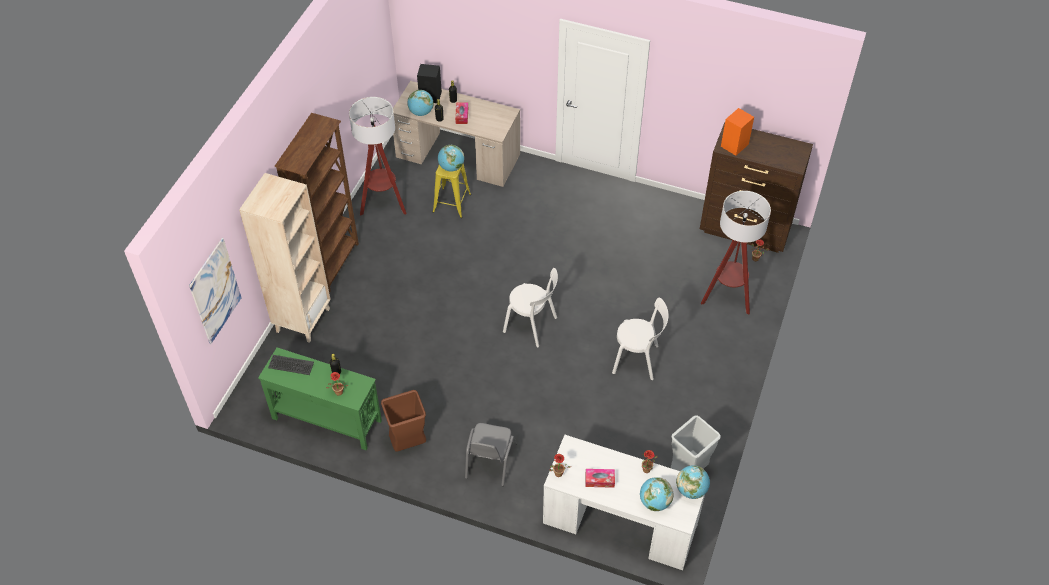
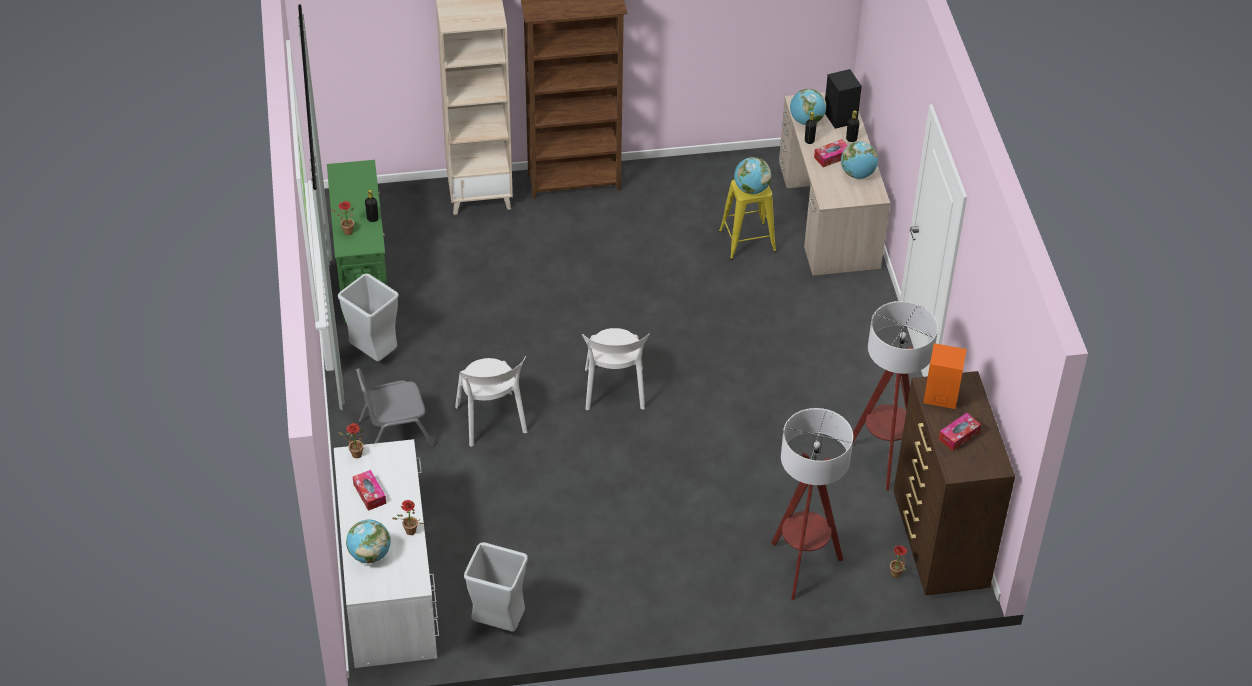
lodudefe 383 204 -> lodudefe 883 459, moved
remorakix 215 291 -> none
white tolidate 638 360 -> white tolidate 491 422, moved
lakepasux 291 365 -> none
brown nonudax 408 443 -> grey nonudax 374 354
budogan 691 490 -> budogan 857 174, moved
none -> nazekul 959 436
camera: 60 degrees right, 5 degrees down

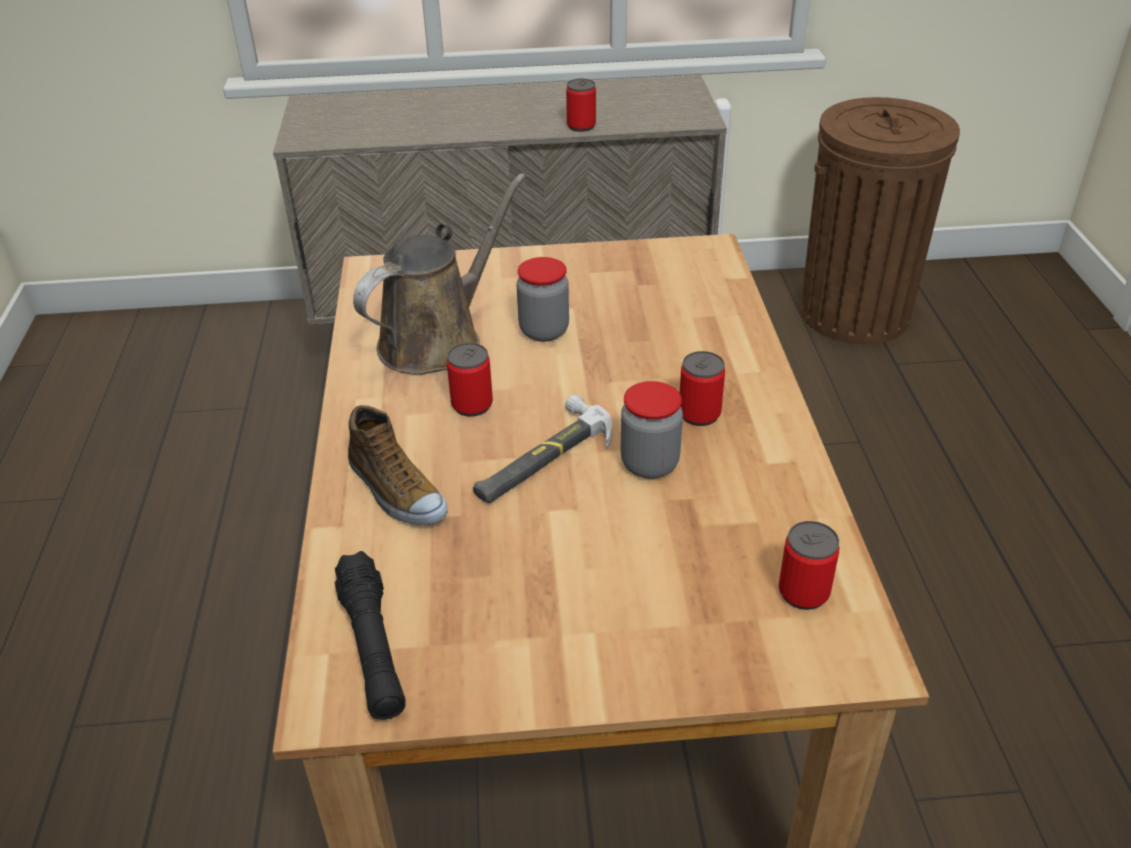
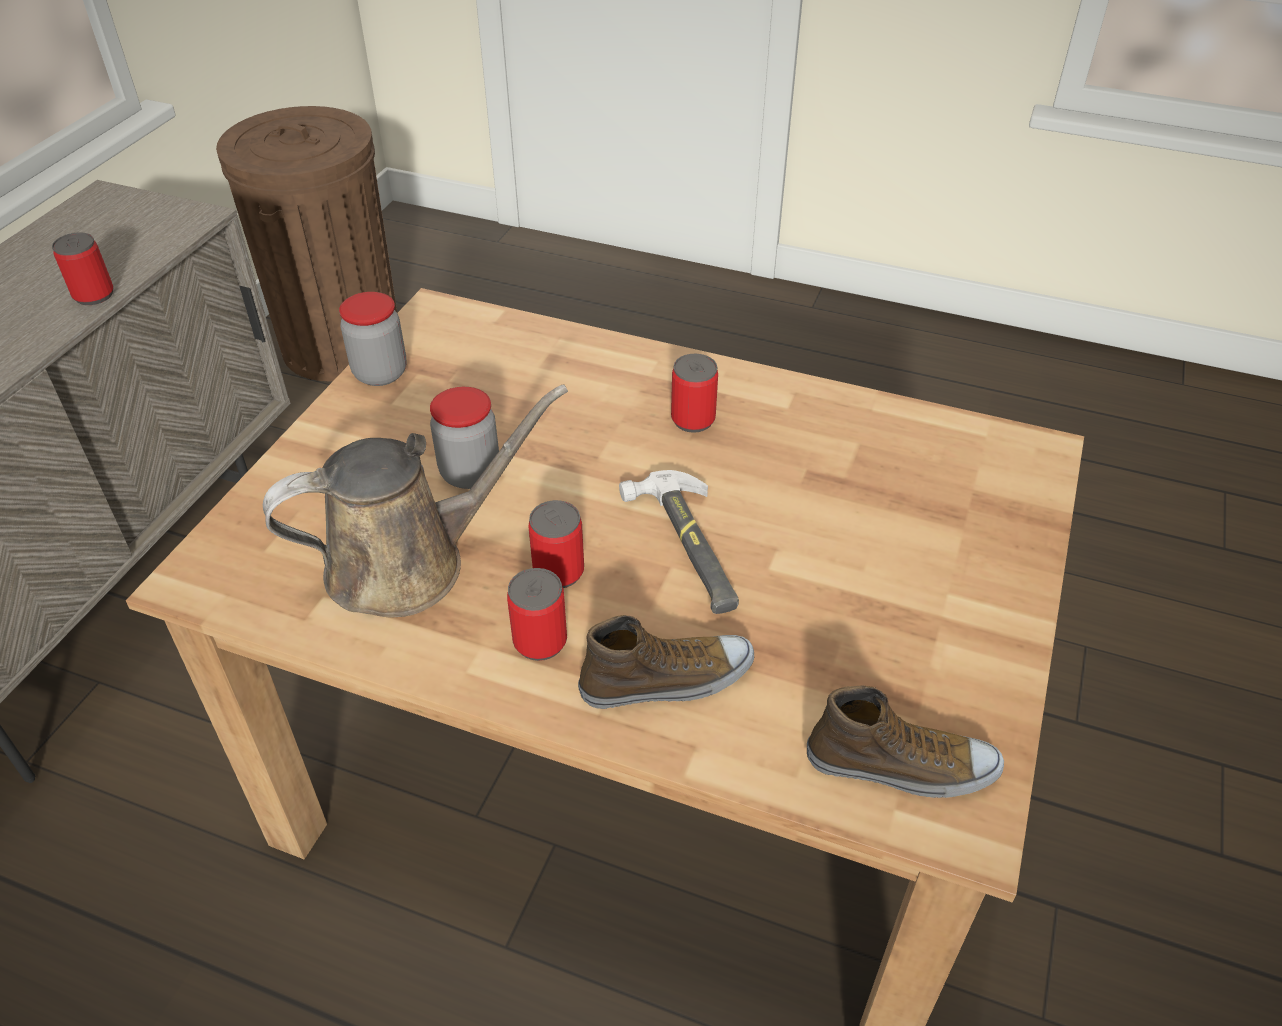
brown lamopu 437 340 -> brown lamopu 409 563, 90 degrees clockwise
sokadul 649 464 -> sokadul 380 373, moved
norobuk 803 592 -> norobuk 540 641, moved
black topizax 372 647 -> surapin 901 766
camera: 65 degrees left, 5 degrees up

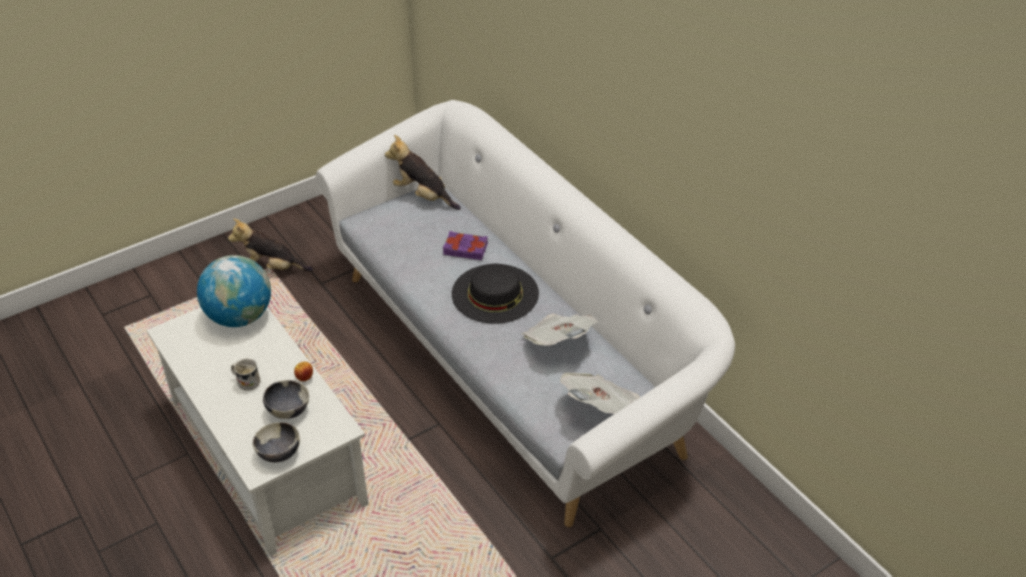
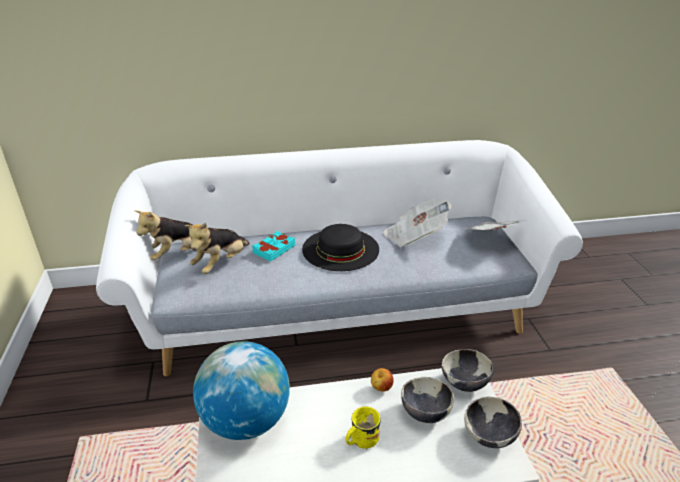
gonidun 272 267 -> gonidun 221 263, moved
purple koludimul 465 248 -> turquoise koludimul 273 249
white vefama 246 381 -> yellow vefama 361 440
none -> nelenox 464 383
camera: 65 degrees left, 10 degrees down

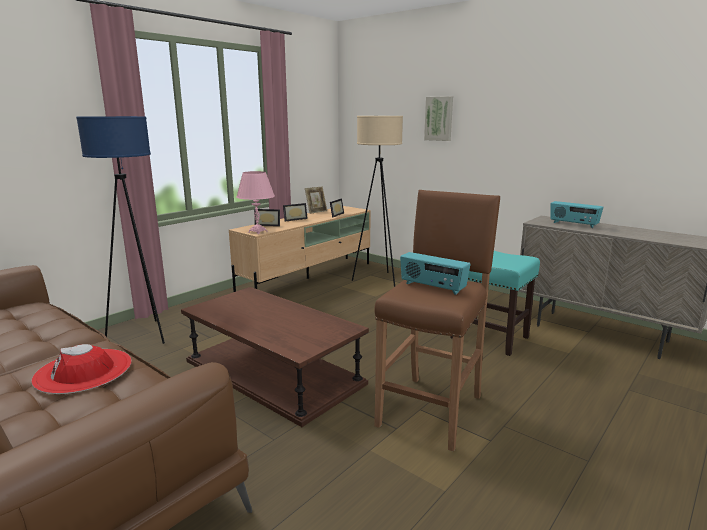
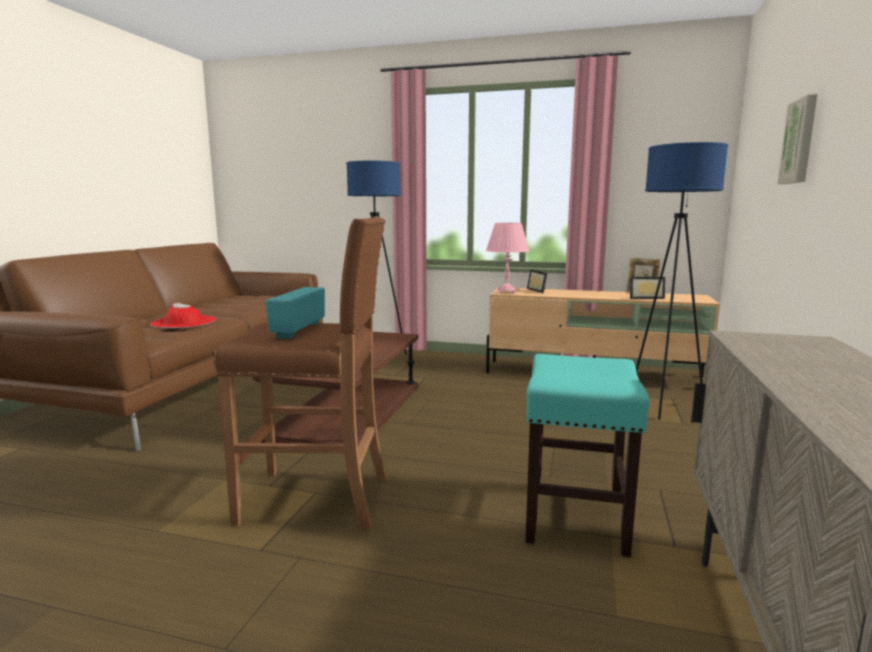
beige lodudefe 377 279 -> blue lodudefe 662 405
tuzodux 573 224 -> none
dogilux 294 219 -> none
camera: 65 degrees right, 5 degrees down

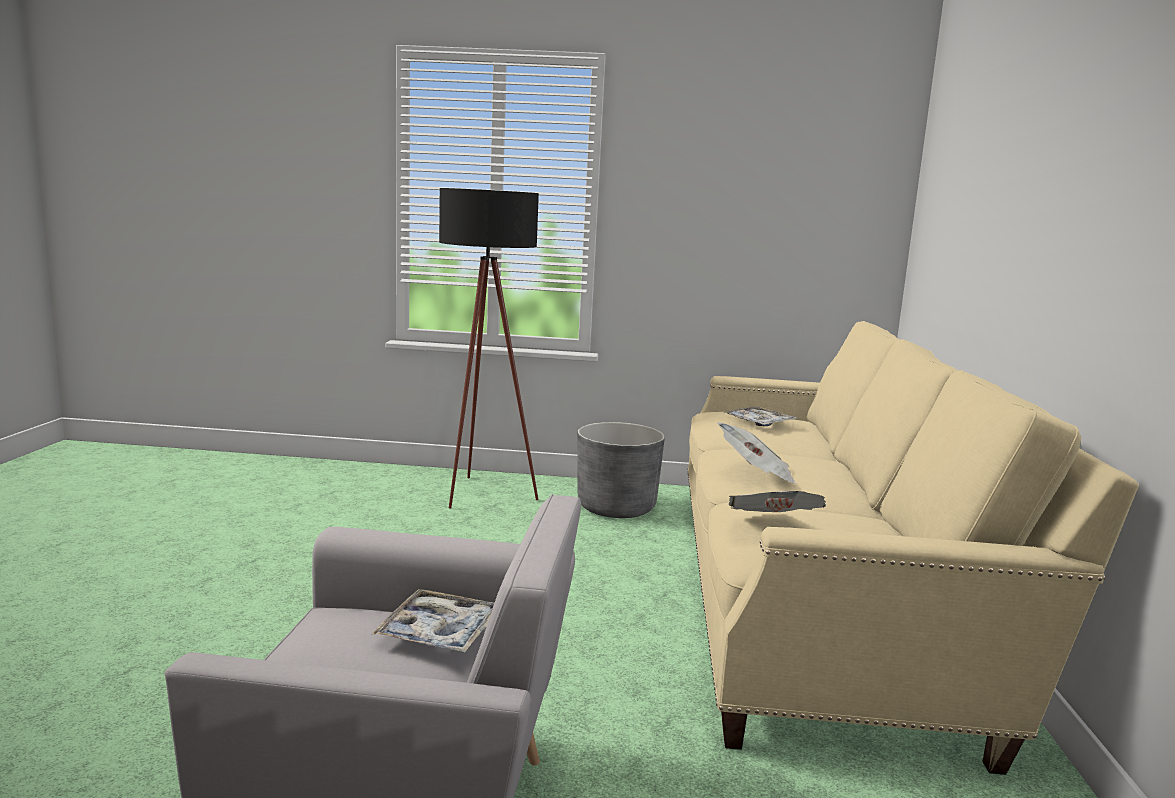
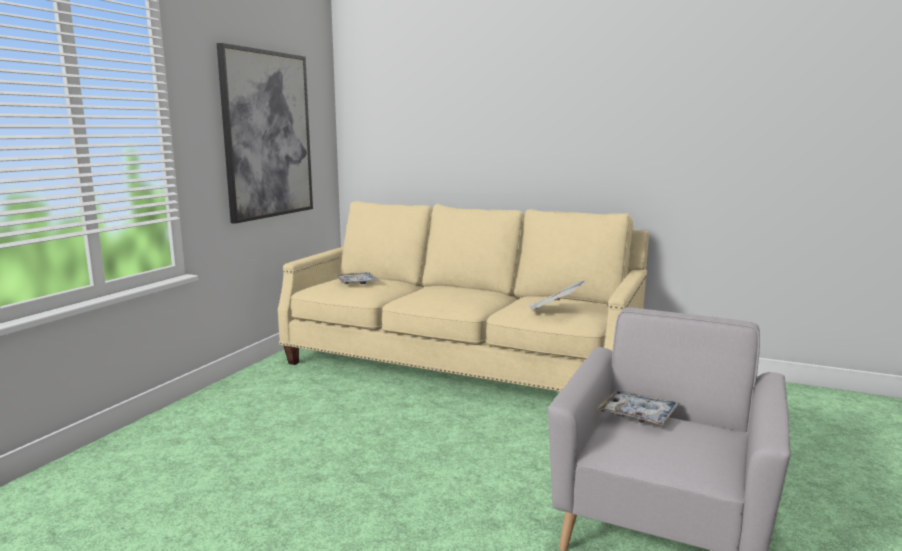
black lodudefe 482 491 -> none
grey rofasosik 616 507 -> none
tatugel 756 474 -> none
none -> remorakix 267 135
camera: 70 degrees left, 0 degrees up

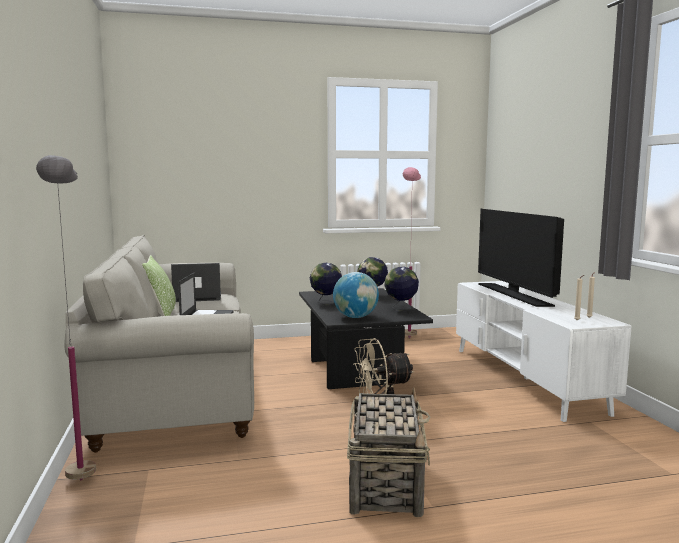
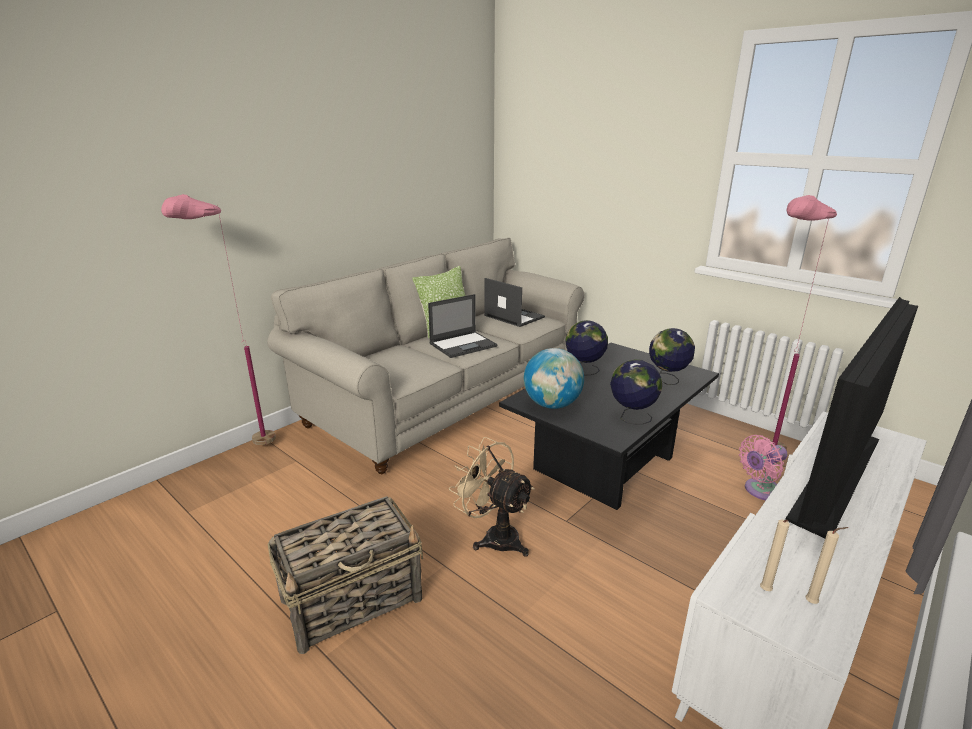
grey lodudefe 82 492 -> pink lodudefe 249 454
none -> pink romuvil 760 491
camera: 55 degrees right, 15 degrees up

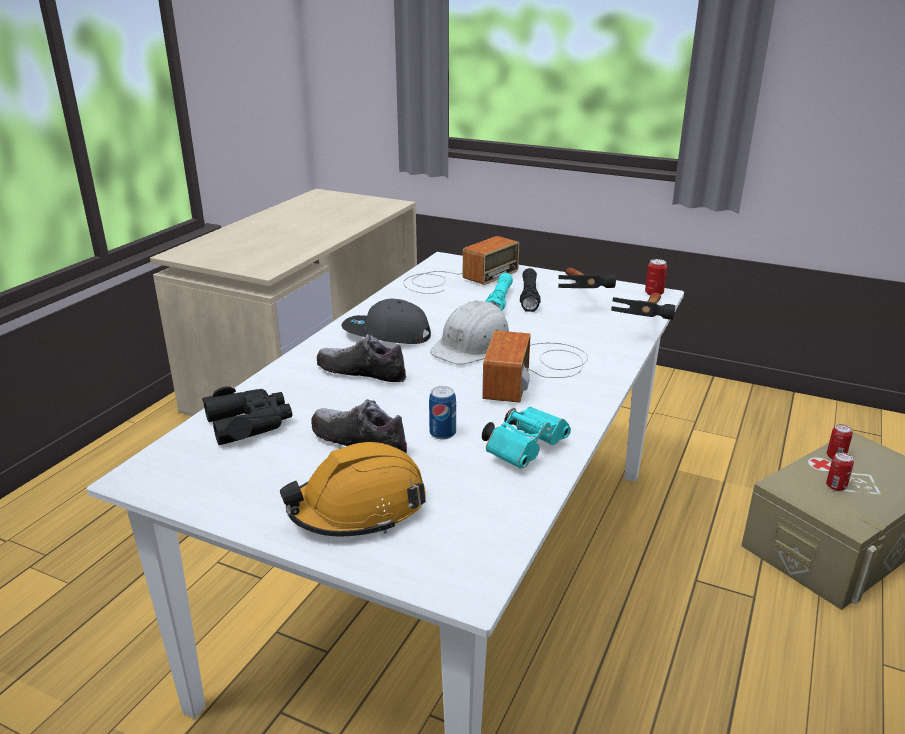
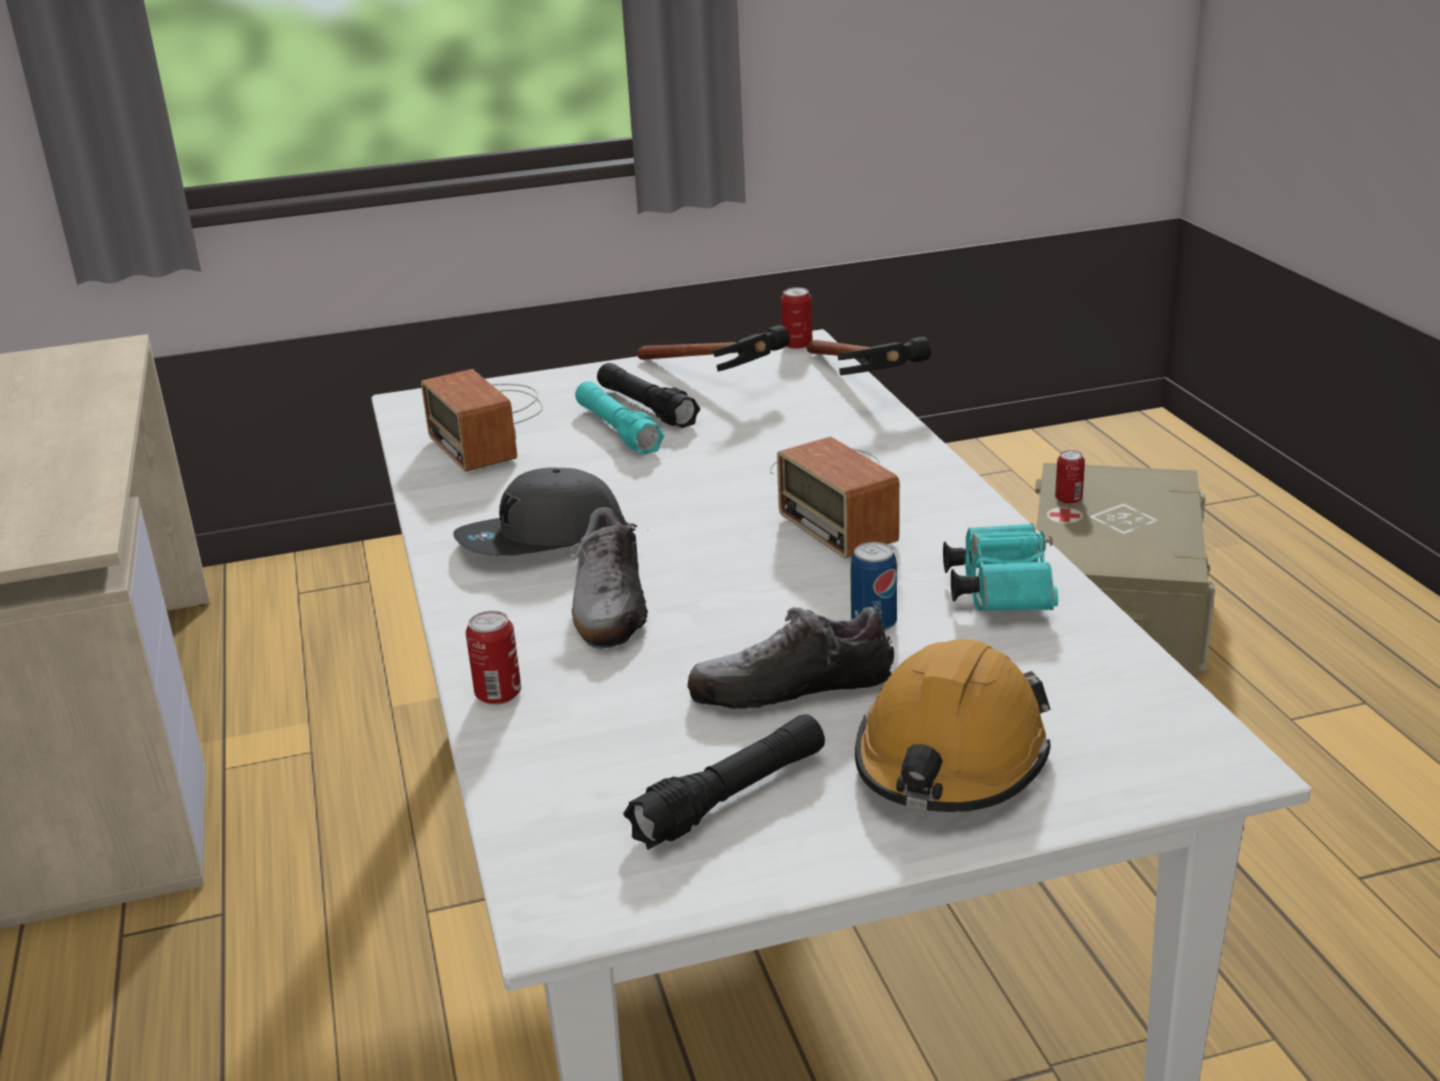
tuzodux 456 279 -> tuzodux 489 423, 150 degrees clockwise
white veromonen 473 345 -> none
surapin 361 372 -> surapin 610 605, 75 degrees counterclockwise
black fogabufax 249 423 -> none
norobuk 836 486 -> norobuk 498 694, moved
none -> black topizax 731 797
camera: 40 degrees left, 0 degrees up

